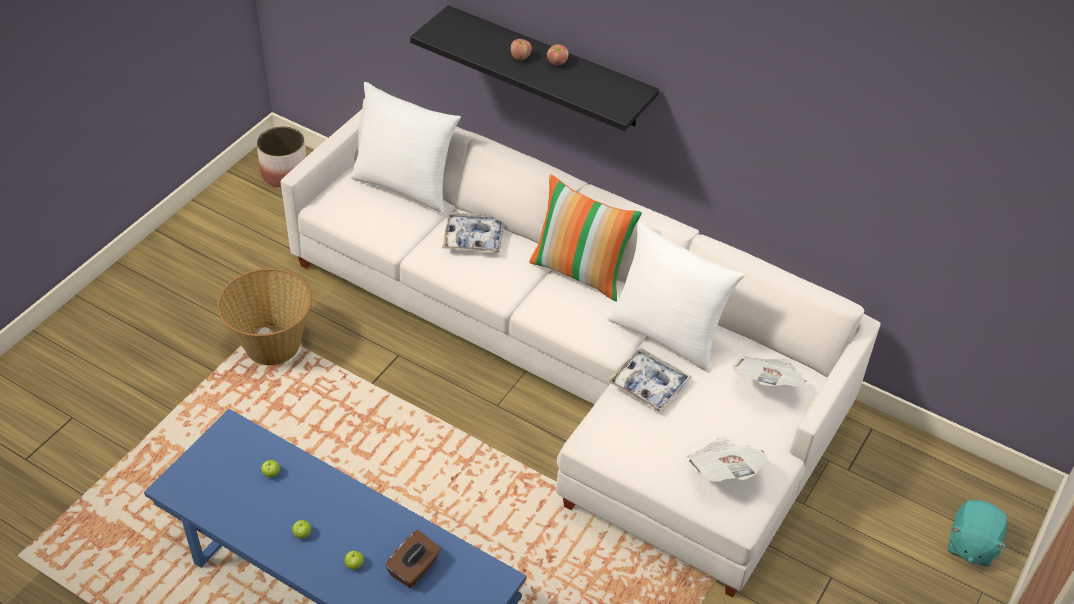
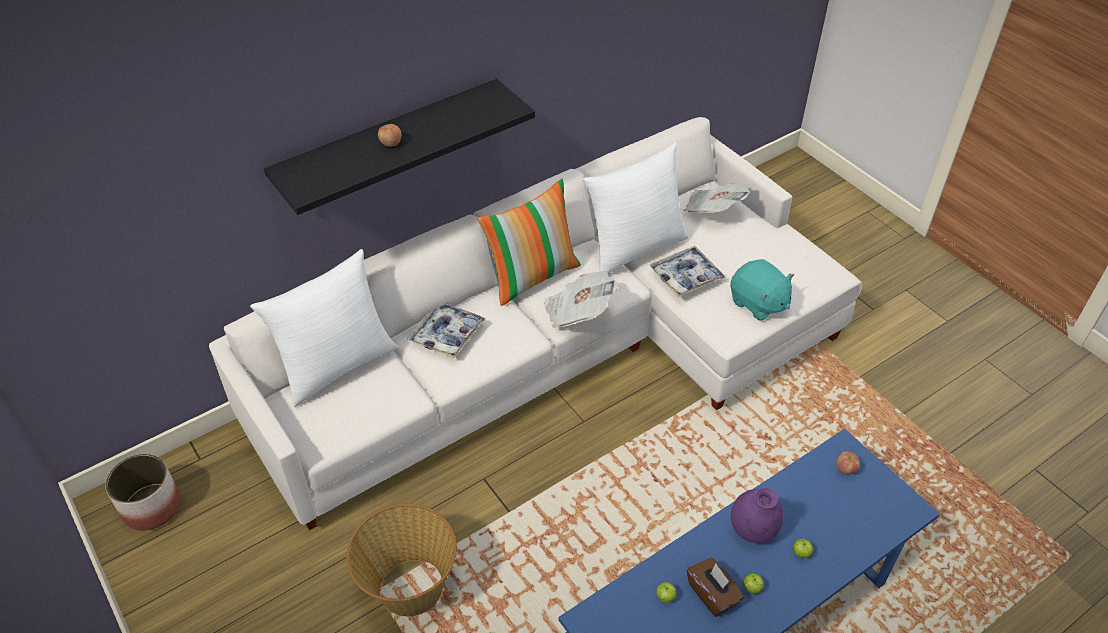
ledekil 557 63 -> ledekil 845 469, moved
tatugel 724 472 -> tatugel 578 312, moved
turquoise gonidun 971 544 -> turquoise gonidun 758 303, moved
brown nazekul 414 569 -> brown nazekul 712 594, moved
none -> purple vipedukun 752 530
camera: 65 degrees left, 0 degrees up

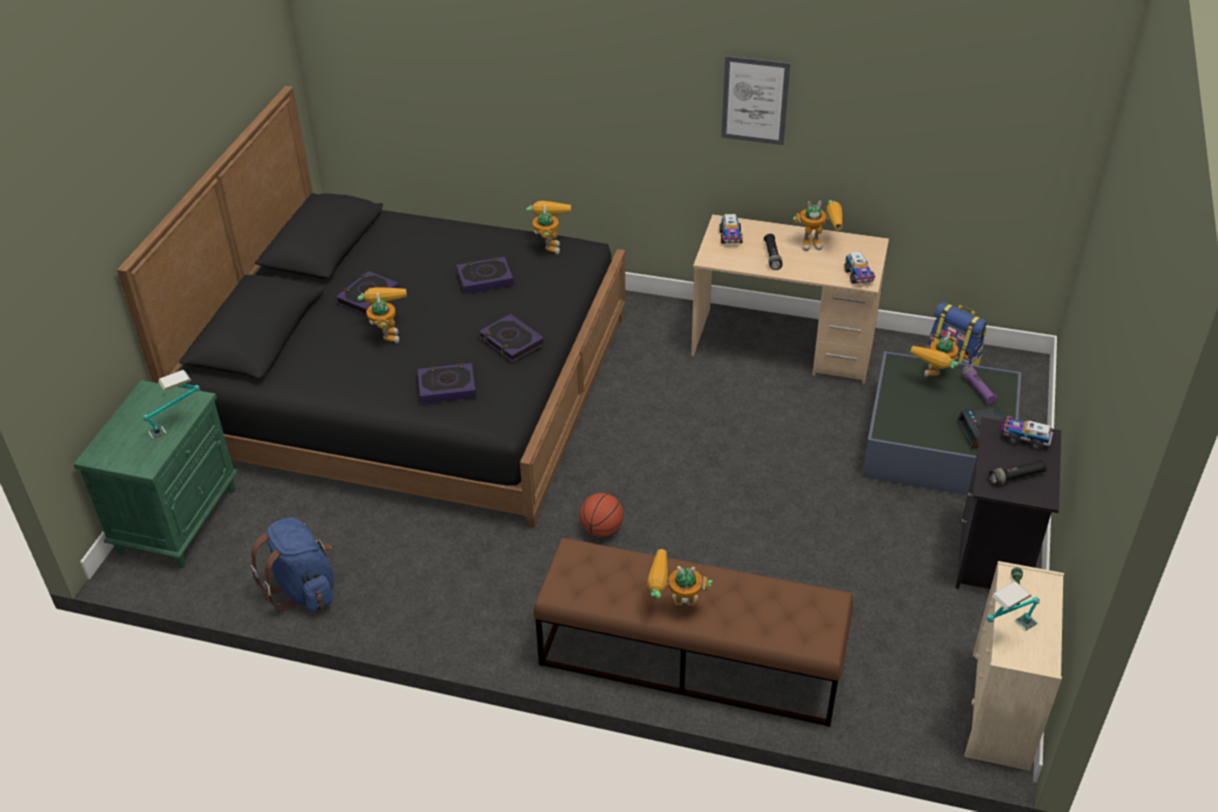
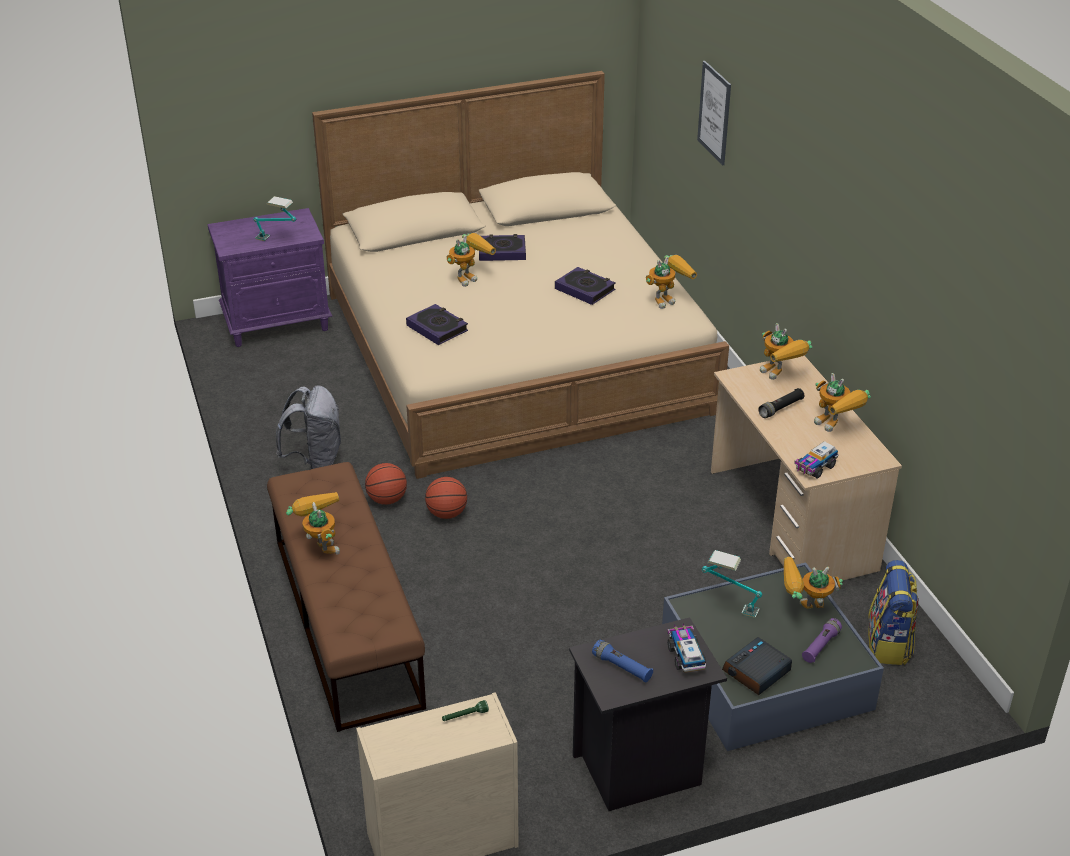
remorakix 755 100 -> remorakix 714 113, moved
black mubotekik 413 384 -> beige mubotekik 514 351
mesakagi 730 237 -> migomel 780 376
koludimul 511 342 -> none
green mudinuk 178 519 -> purple mudinuk 277 323
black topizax 1016 477 -> blue topizax 622 667
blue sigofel 303 589 -> none
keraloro 1007 633 -> keraloro 729 606, moved
none -> grey sigofel 315 461
none -> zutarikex 387 500
camera: 55 degrees right, 5 degrees down

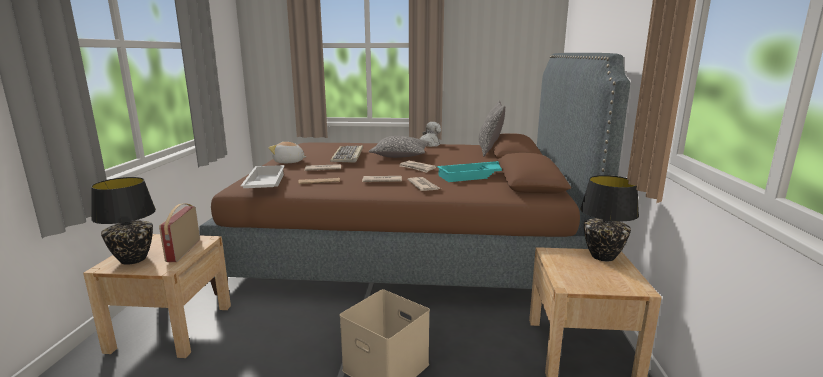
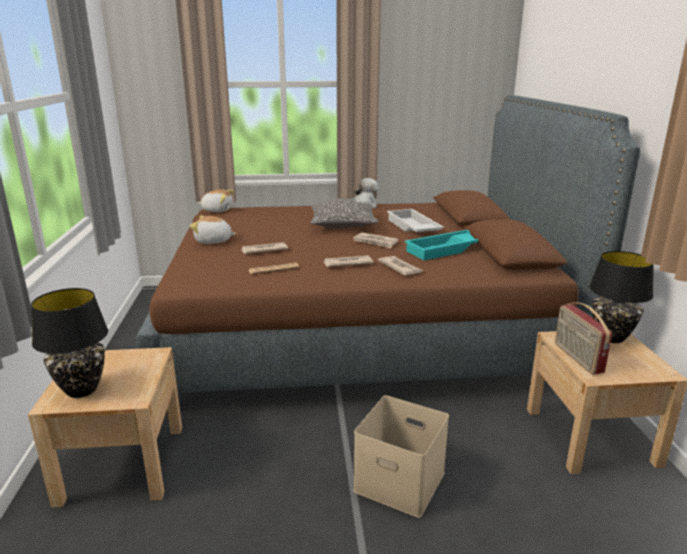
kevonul 489 151 -> none
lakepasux 348 156 -> none
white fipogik 264 184 -> white fipogik 412 227, moved
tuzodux 183 250 -> tuzodux 577 358, moved
none -> gonidun 217 210
camera: 10 degrees left, 5 degrees up

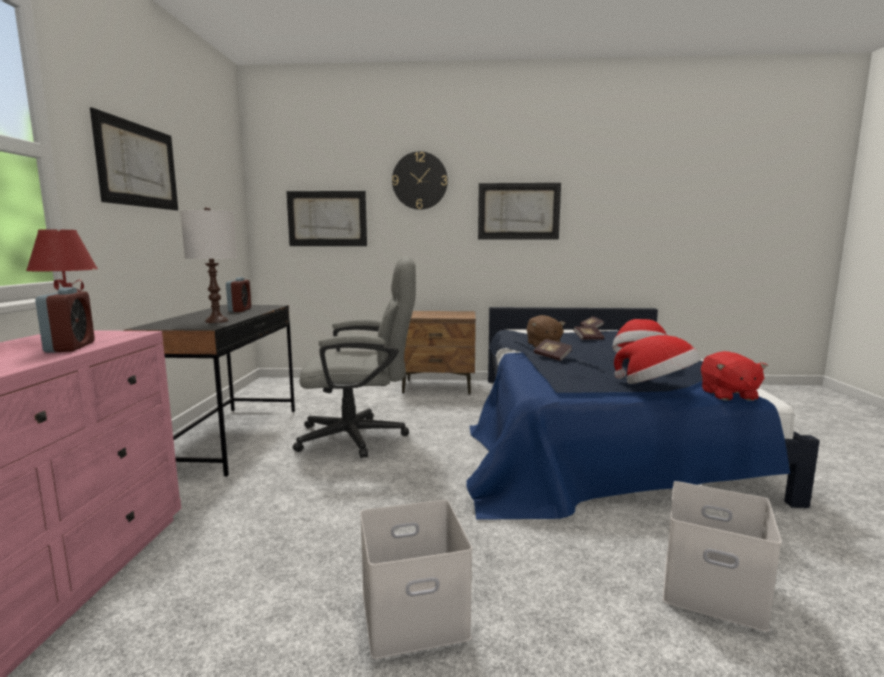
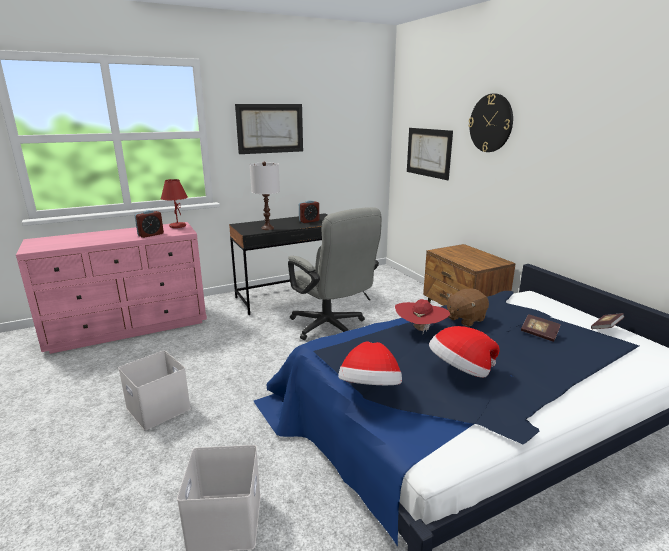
remorakix 518 211 -> none
koludimul 552 357 -> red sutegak 420 330
red gonidun 728 395 -> none
camera: 60 degrees right, 10 degrees up

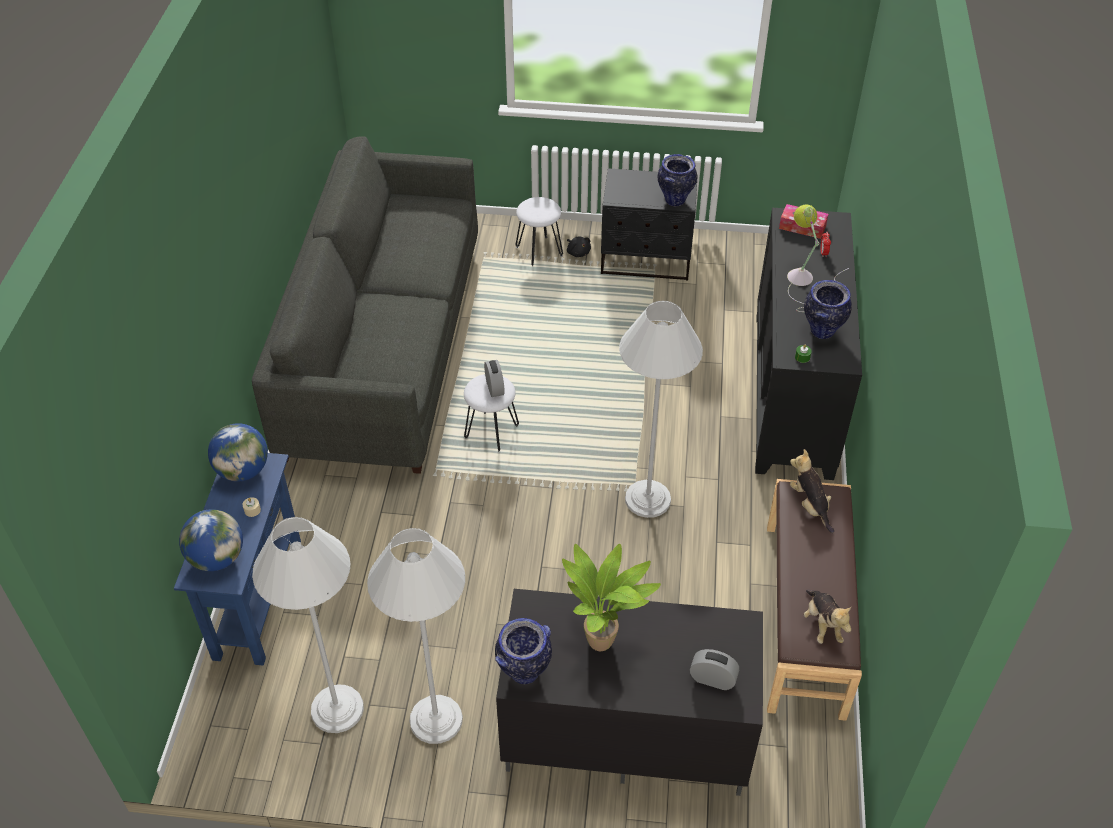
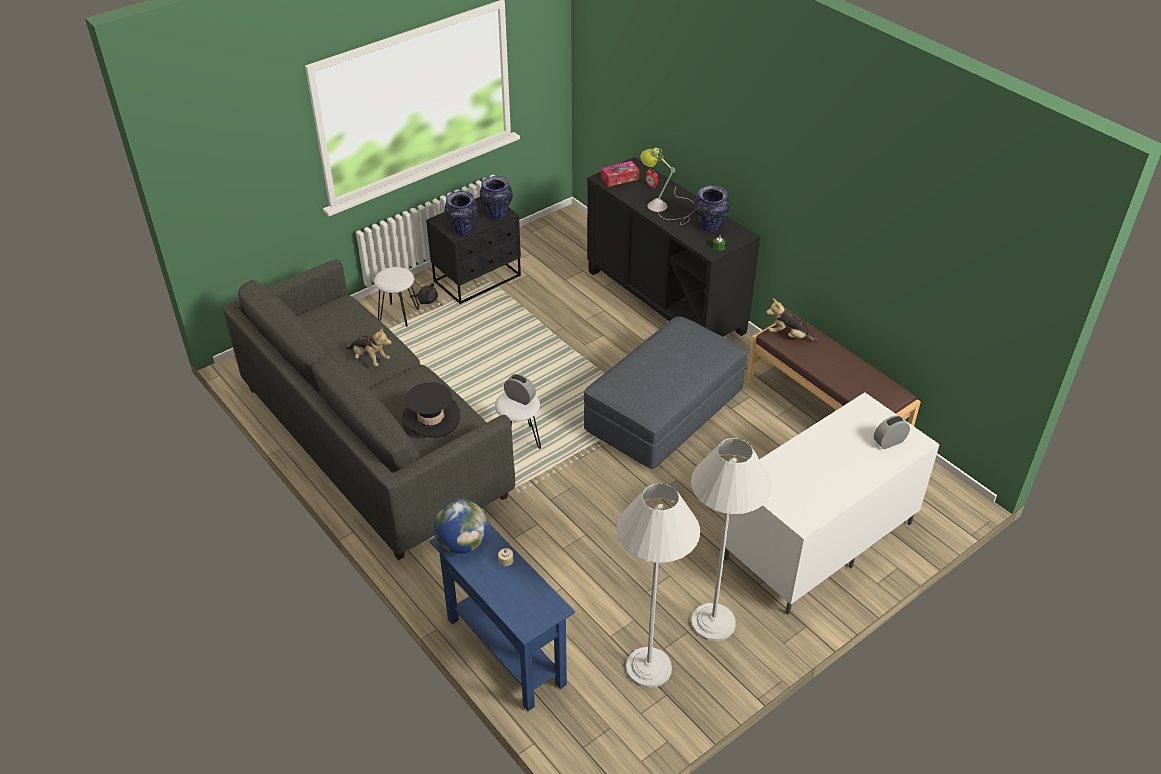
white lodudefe 647 499 -> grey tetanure 664 412
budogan 217 558 -> none
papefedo 604 641 -> none
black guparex 624 733 -> white guparex 819 542
gonidun 822 624 -> gonidun 370 358, moved
vipedukun 524 673 -> vipedukun 463 230, moved
none -> black sutegak 431 418
camera: 45 degrees left, 5 degrees down

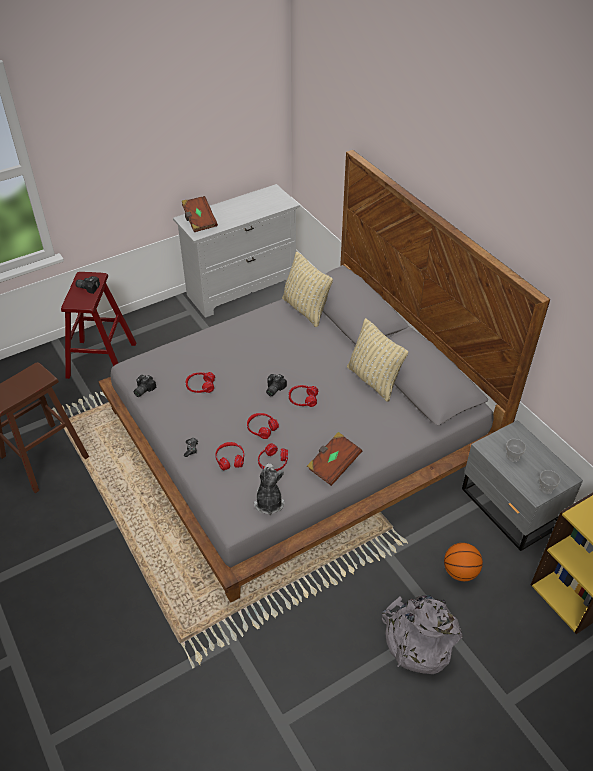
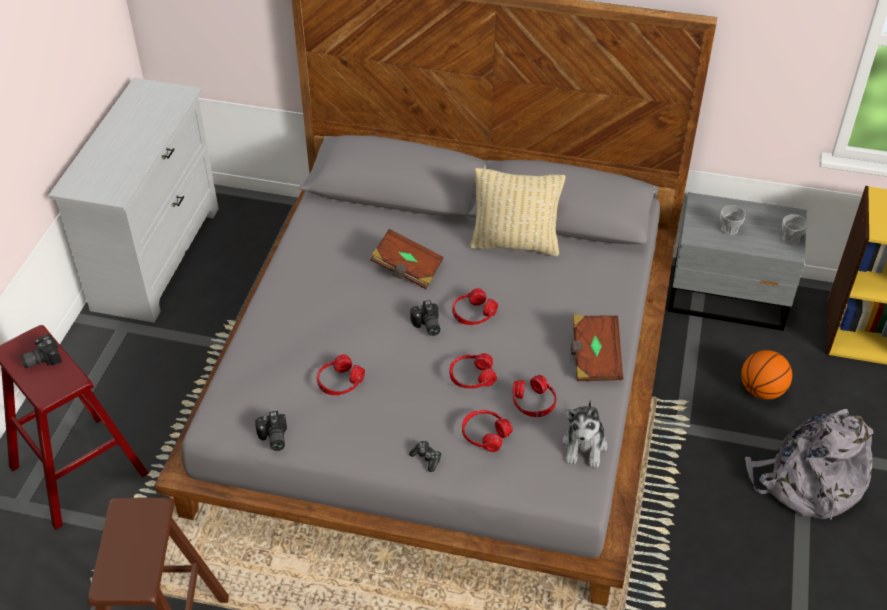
brown koludimul 199 221 -> brown koludimul 407 269, moved
beige kevonul 305 309 -> none
gonidun 268 502 -> gonidun 584 446, 120 degrees counterclockwise
camera: 45 degrees left, 0 degrees up

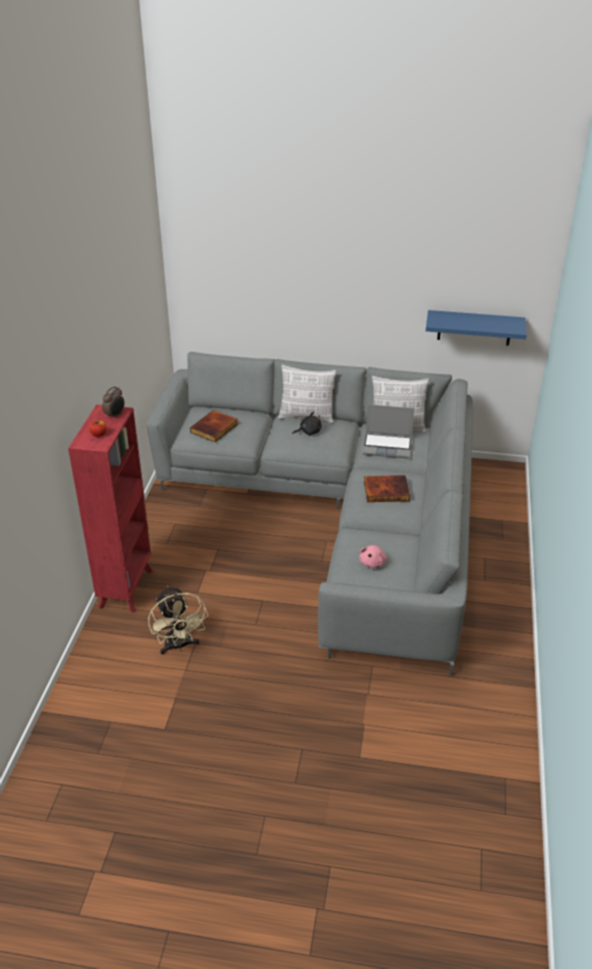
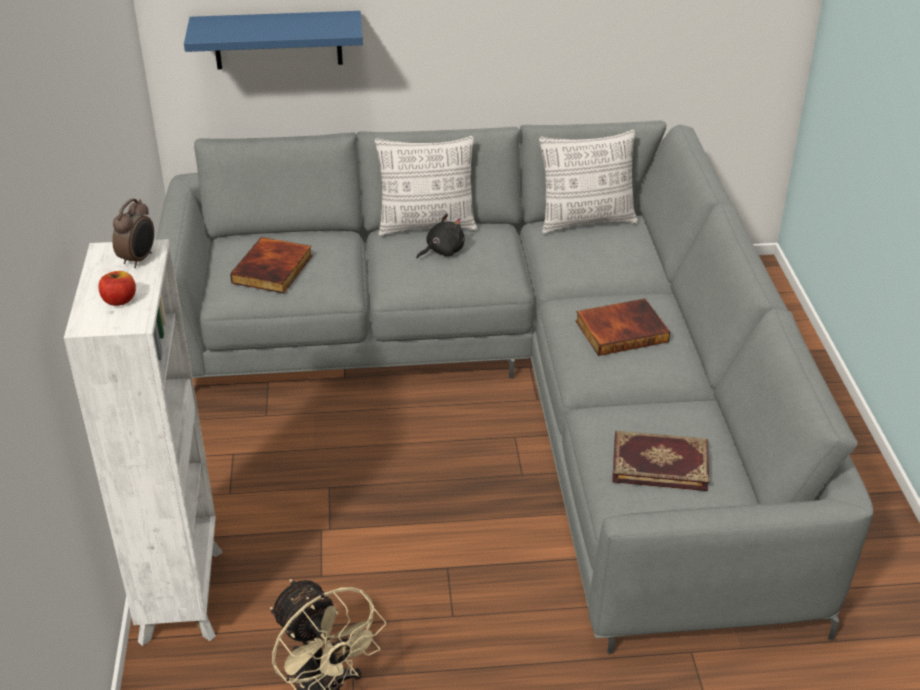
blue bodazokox 474 328 -> blue bodazokox 278 40, moved
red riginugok 127 587 -> white riginugok 182 593
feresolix 388 446 -> none
pink gonidun 372 562 -> koludimul 660 462
camera: 15 degrees left, 0 degrees up

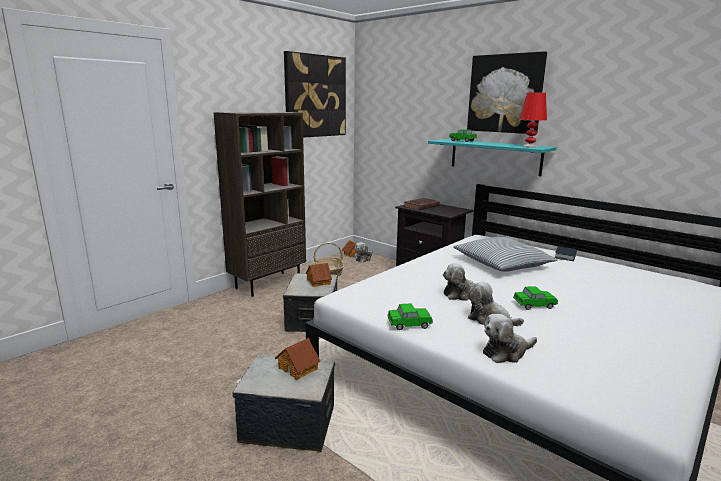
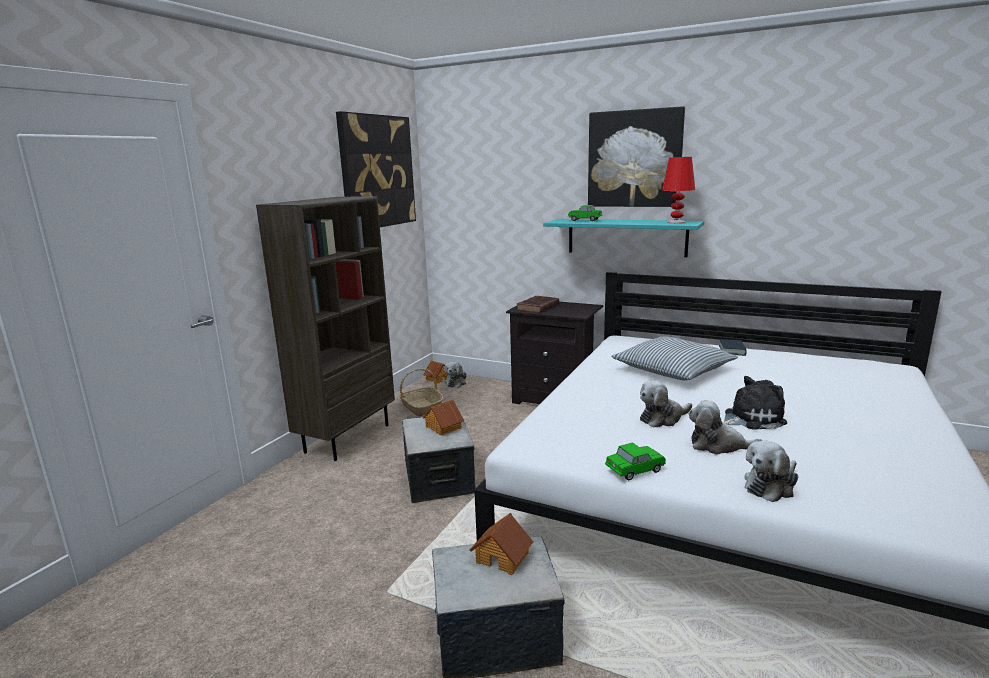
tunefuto 534 305 -> gonidun 751 418
camera: 15 degrees left, 0 degrees up

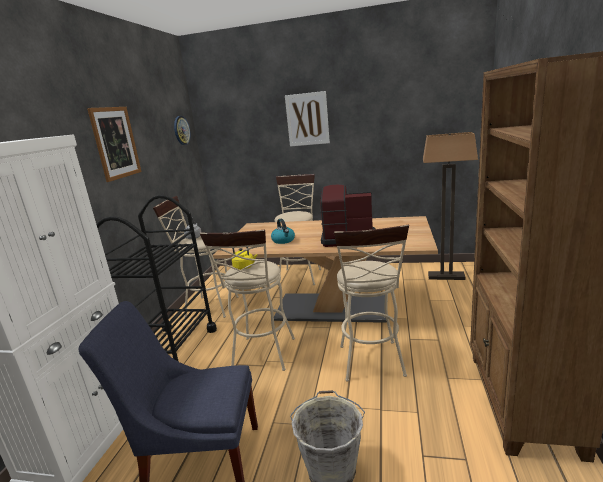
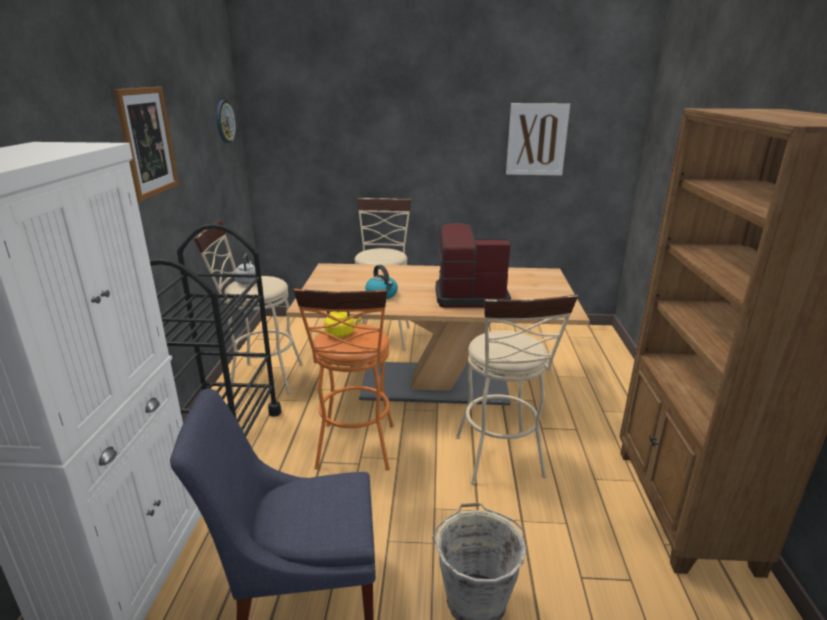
remorakix 307 119 -> remorakix 536 139, moved
lodudefe 446 276 -> none
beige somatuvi 263 357 -> orange somatuvi 355 451
camera: 10 degrees left, 5 degrees up

